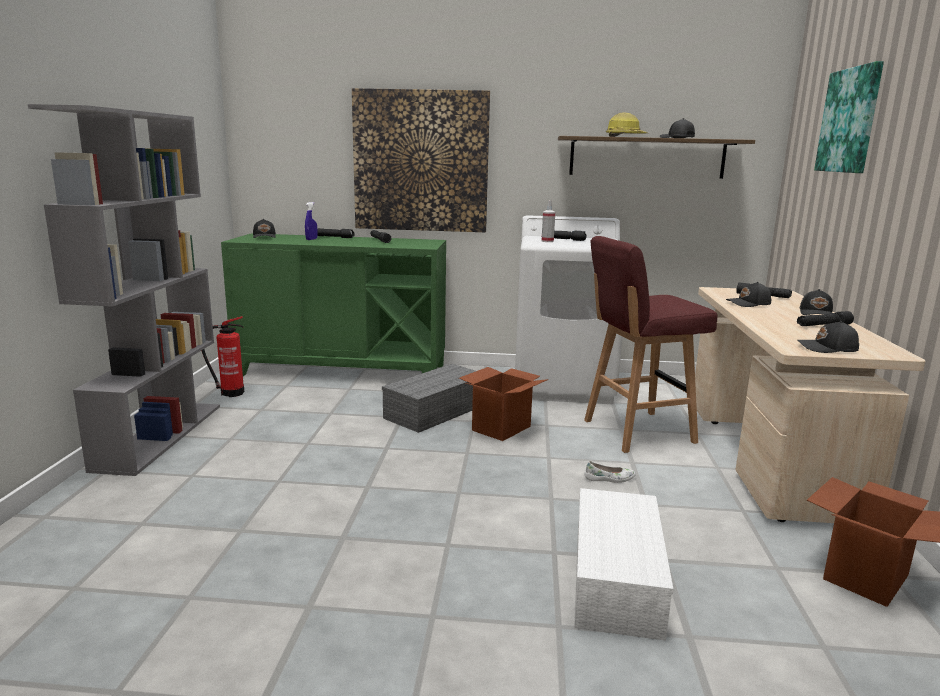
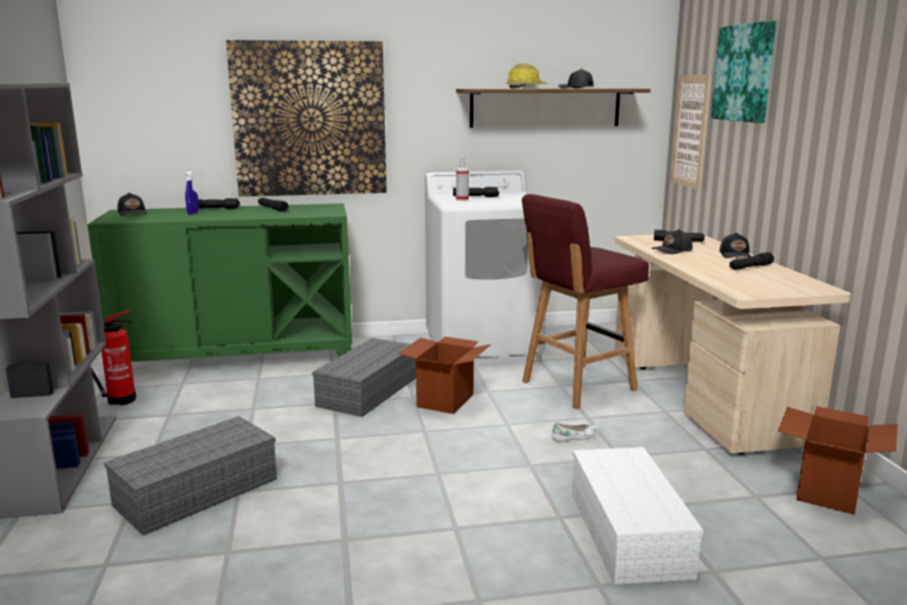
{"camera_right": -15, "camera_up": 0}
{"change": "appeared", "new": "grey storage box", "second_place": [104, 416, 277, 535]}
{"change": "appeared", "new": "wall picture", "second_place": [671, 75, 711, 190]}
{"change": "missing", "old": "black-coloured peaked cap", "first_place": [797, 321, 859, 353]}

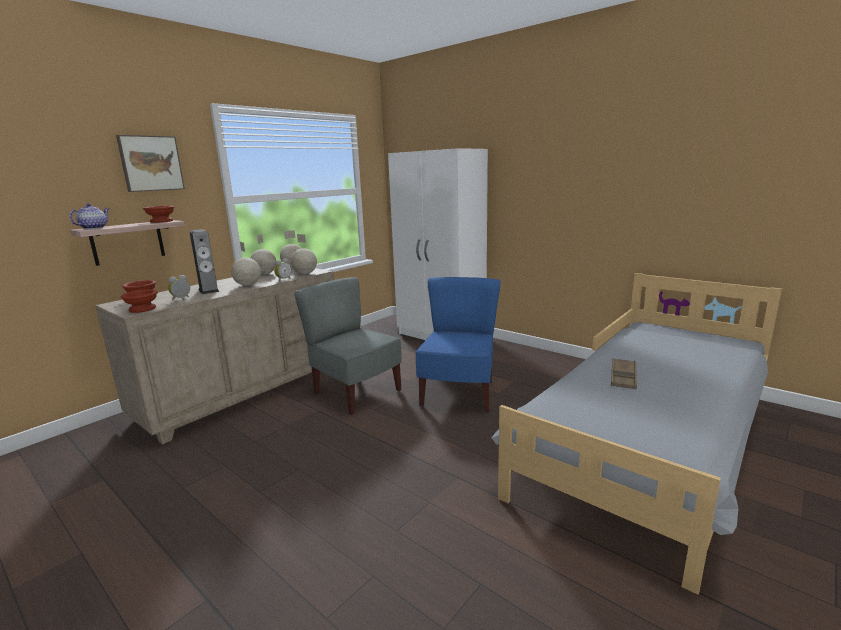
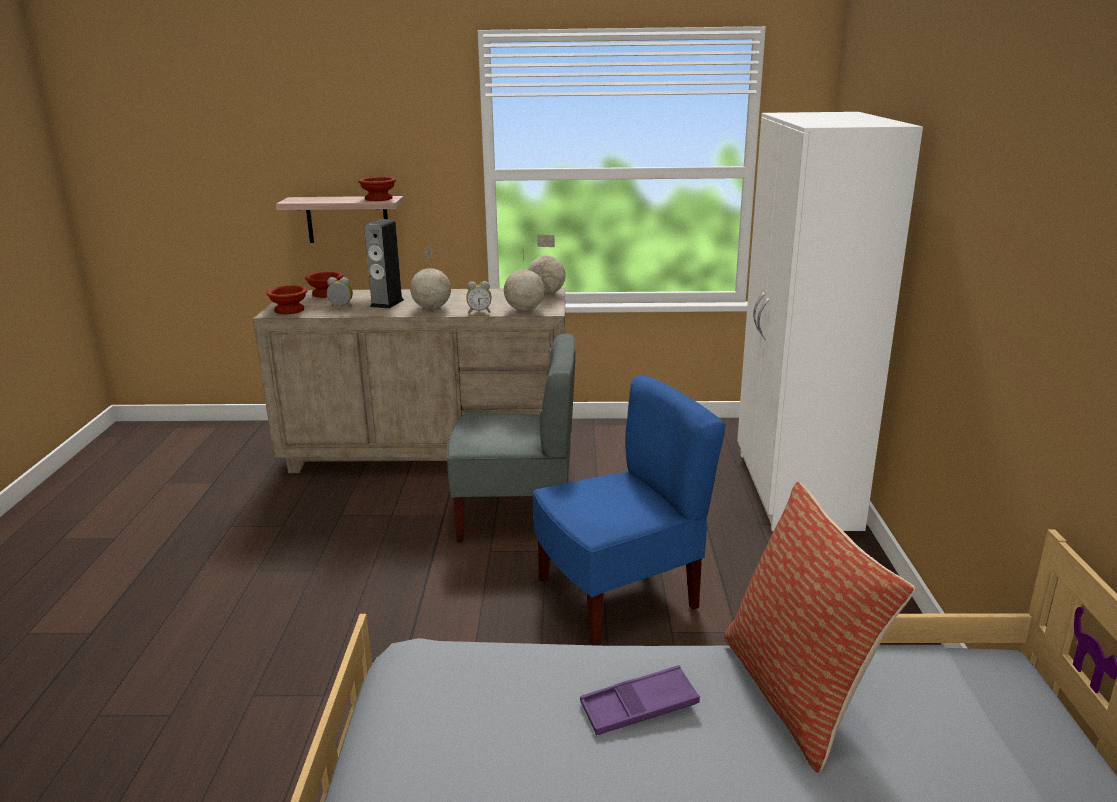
{"camera_right": 50, "camera_up": 5}
{"change": "spun", "old": "grey plain chair", "first_place": [294, 277, 402, 415], "second_place": [447, 333, 575, 543], "degrees": 90}
{"change": "colour", "old": "brown carrying tray", "new": "purple carrying tray", "first_place": [611, 358, 637, 389], "second_place": [580, 665, 700, 735]}
{"change": "appeared", "new": "pillow", "second_place": [724, 482, 915, 773]}
{"change": "missing", "old": "teapot", "first_place": [69, 203, 109, 229]}
{"change": "missing", "old": "wall picture", "first_place": [116, 135, 185, 192]}
{"change": "missing", "old": "globe", "first_place": [251, 234, 276, 275]}

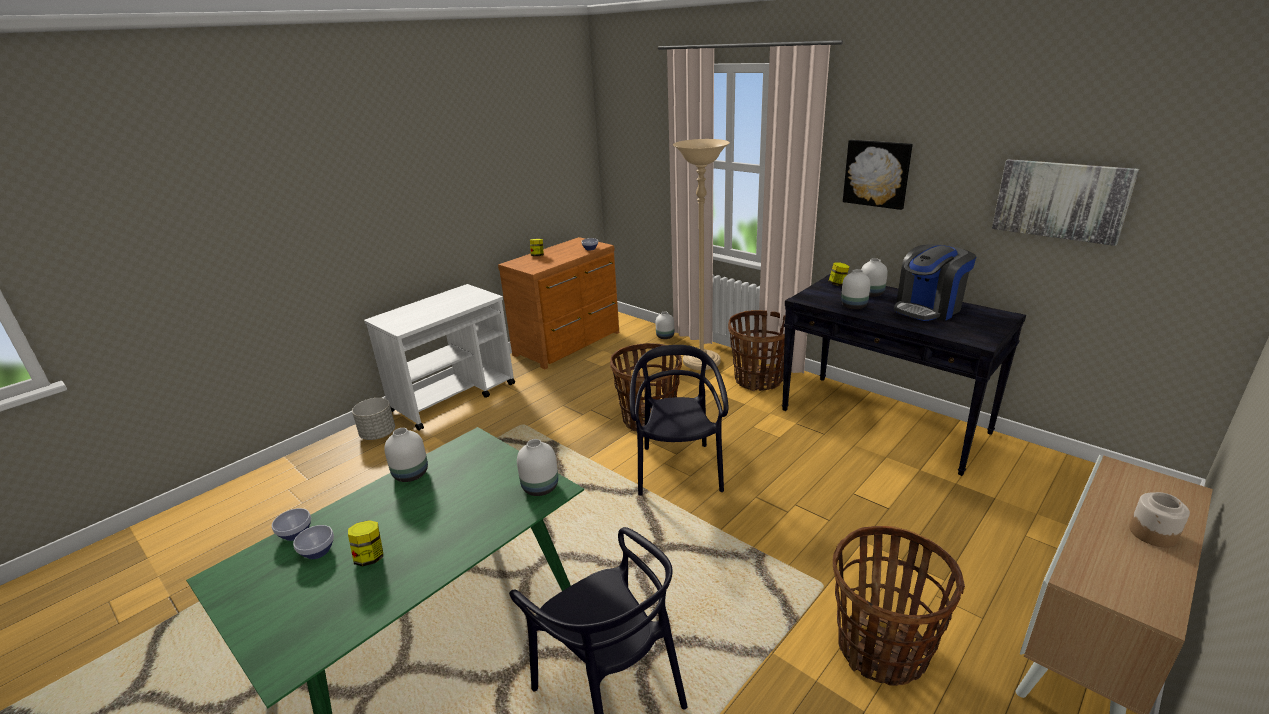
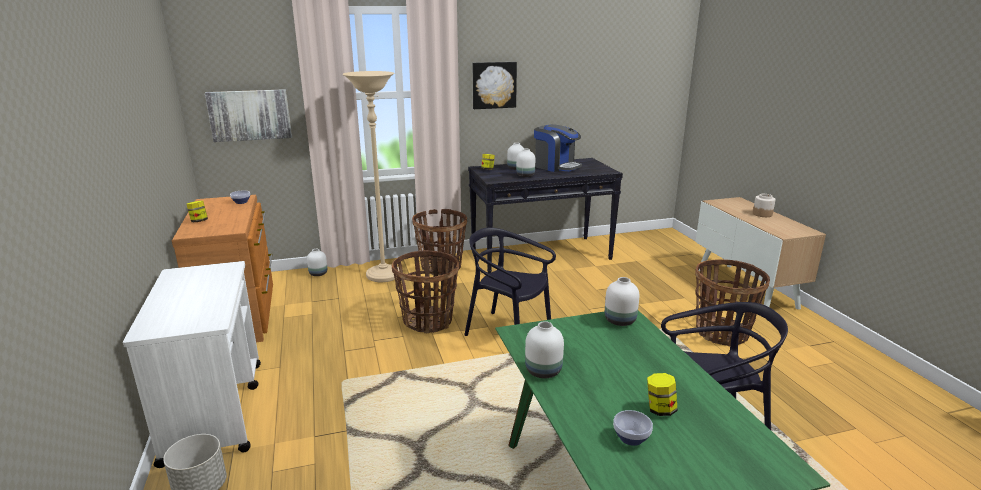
{"camera_right": -60, "camera_up": -5}
{"change": "relocated", "old": "wall picture", "first_place": [992, 159, 1140, 246], "second_place": [205, 89, 292, 142]}
{"change": "spun", "old": "coffee machine", "first_place": [894, 244, 976, 321], "second_place": [534, 124, 582, 172], "degrees": -45}
{"change": "missing", "old": "deep dish", "first_place": [272, 508, 311, 541]}

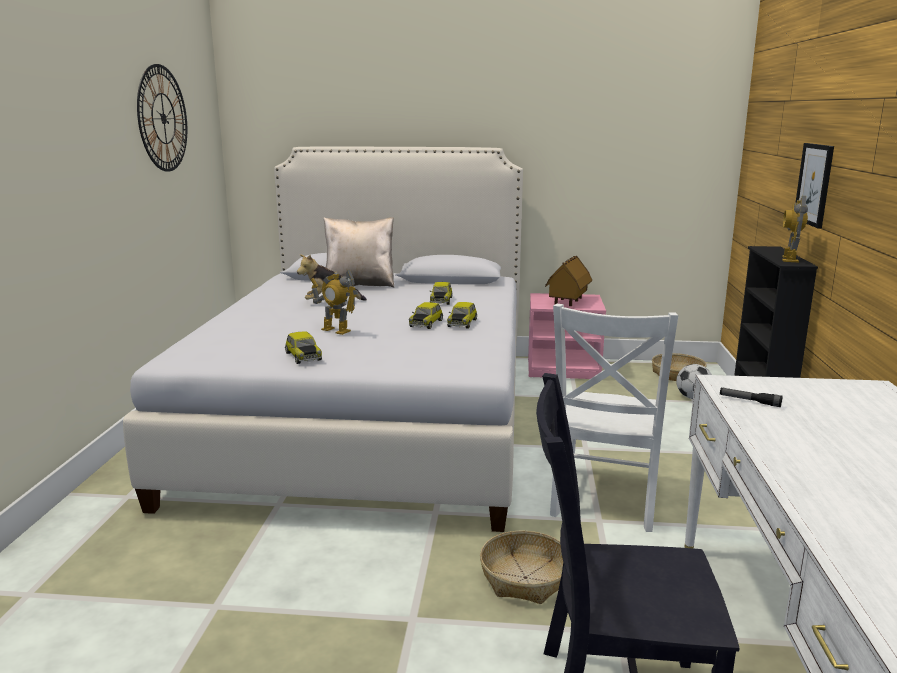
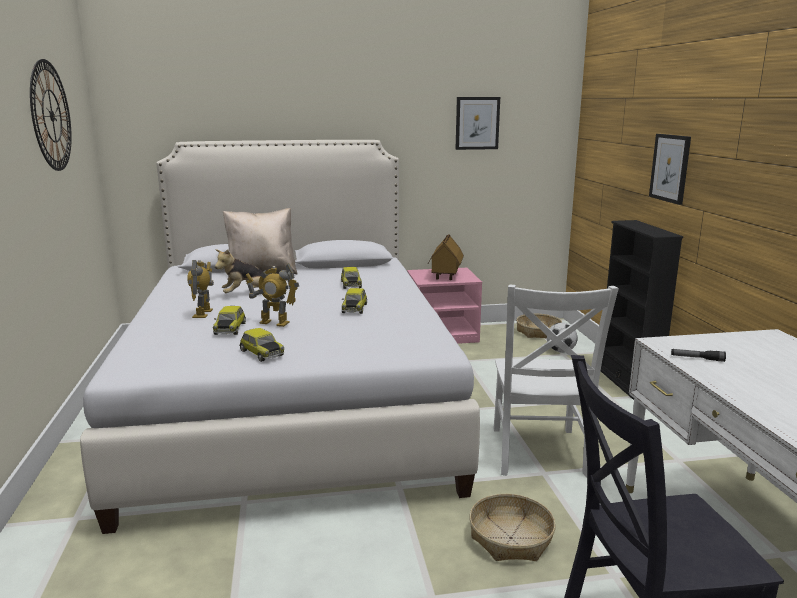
{"camera_right": -15, "camera_up": 0}
{"change": "relocated", "old": "toy robot", "first_place": [782, 196, 808, 263], "second_place": [187, 260, 214, 318]}
{"change": "relocated", "old": "toy car", "first_place": [447, 302, 477, 329], "second_place": [213, 306, 246, 335]}
{"change": "appeared", "new": "wall picture", "second_place": [456, 97, 500, 150]}

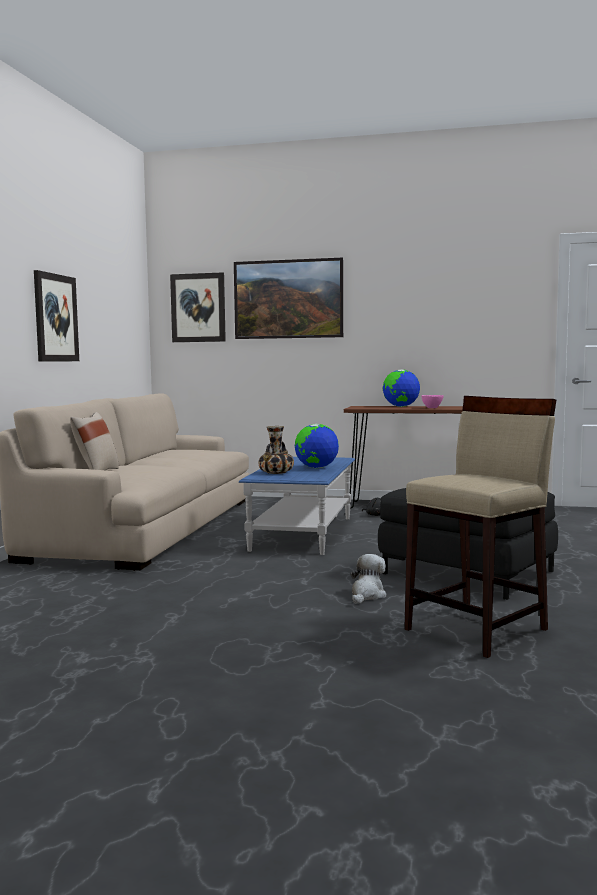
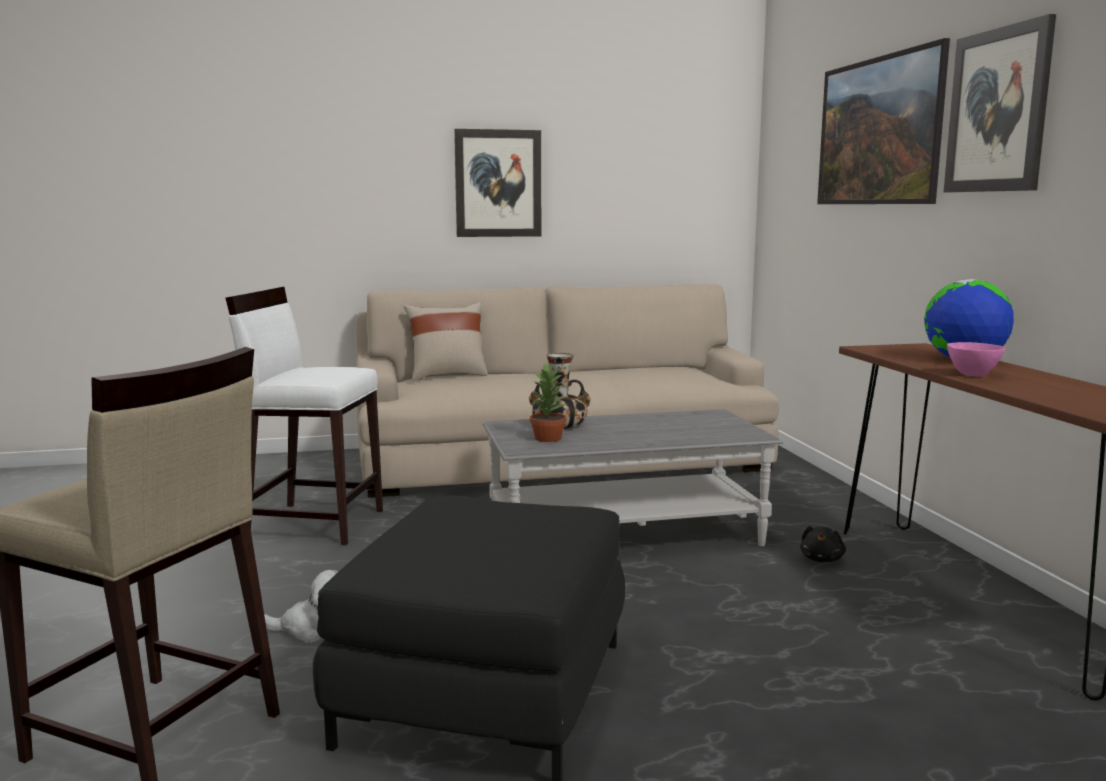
{"camera_right": 65, "camera_up": 5}
{"change": "appeared", "new": "whitish sitting stool", "second_place": [226, 287, 383, 545]}
{"change": "colour", "old": "bluish lounge table", "new": "grey lounge table", "first_place": [239, 457, 355, 555], "second_place": [483, 409, 783, 546]}
{"change": "appeared", "new": "plant in a pot", "second_place": [530, 363, 566, 442]}
{"change": "relocated", "old": "wall picture", "first_place": [170, 272, 226, 342], "second_place": [944, 14, 1056, 192]}
{"change": "missing", "old": "globe", "first_place": [295, 424, 339, 468]}

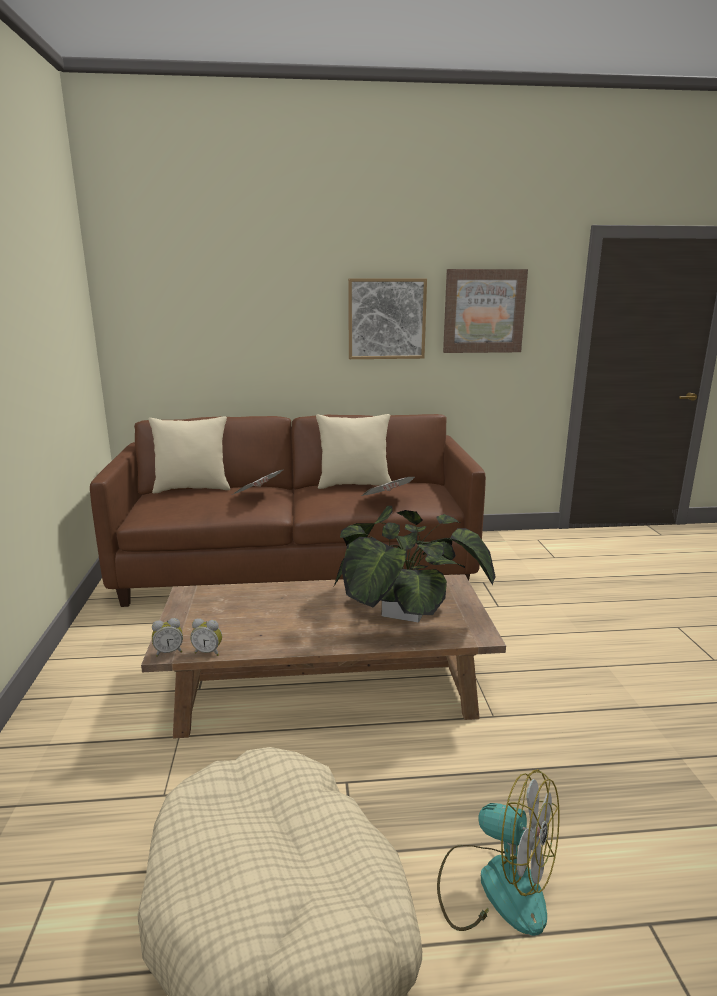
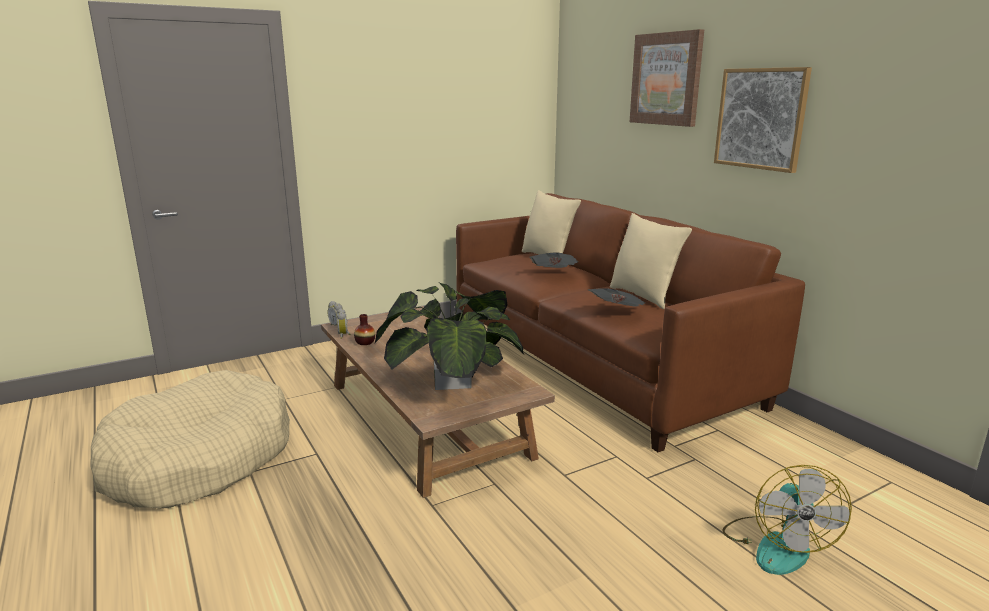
{"camera_right": 65, "camera_up": 0}
{"change": "appeared", "new": "vase", "second_place": [354, 314, 375, 345]}
{"change": "relocated", "old": "wall picture", "first_place": [443, 269, 528, 353], "second_place": [630, 29, 704, 127]}
{"change": "relocated", "old": "fan", "first_place": [437, 769, 560, 936], "second_place": [722, 465, 852, 575]}

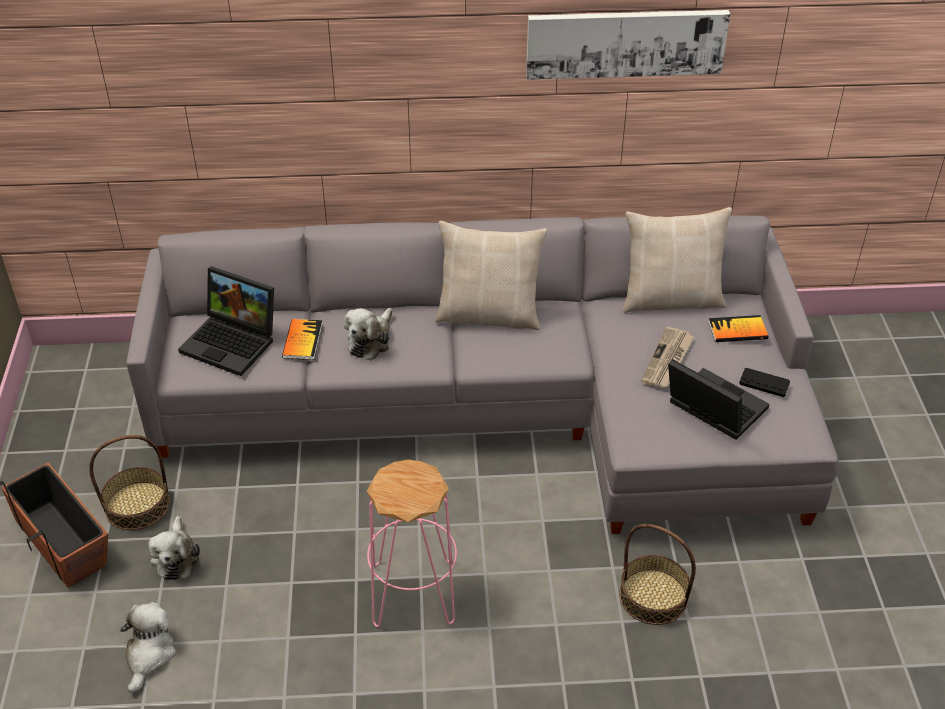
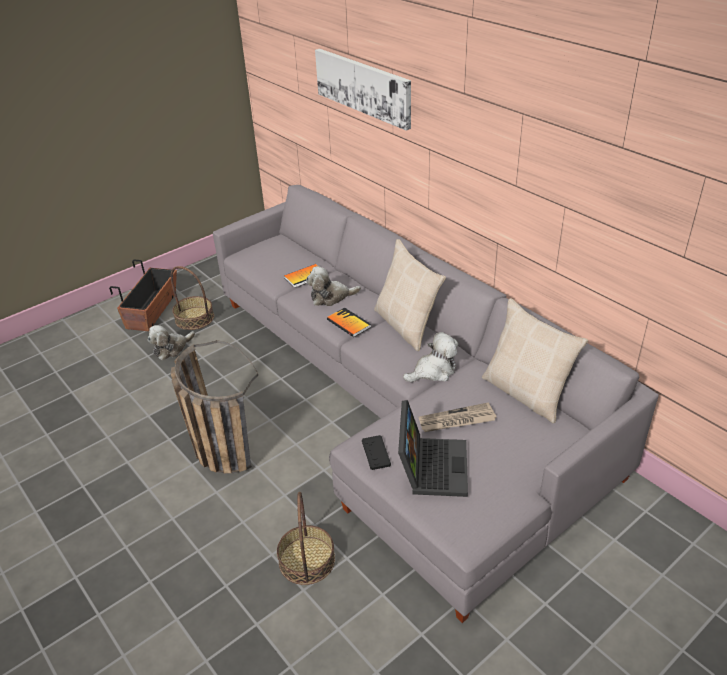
{"camera_right": 55, "camera_up": -5}
{"change": "exchanged", "old": "pinkish sitting stool", "new": "household basket", "first_place": [367, 459, 457, 628], "second_place": [170, 340, 258, 474]}
{"change": "relocated", "old": "wall picture", "first_place": [526, 10, 730, 80], "second_place": [315, 49, 411, 131]}
{"change": "relocated", "old": "book", "first_place": [708, 315, 768, 342], "second_place": [327, 307, 371, 337]}
{"change": "relocated", "old": "black-coloured joypad", "first_place": [739, 368, 790, 397], "second_place": [362, 435, 391, 470]}
{"change": "relocated", "old": "soft toy", "first_place": [120, 602, 176, 693], "second_place": [403, 332, 458, 382]}
{"change": "missing", "old": "laptop", "first_place": [178, 266, 274, 376]}

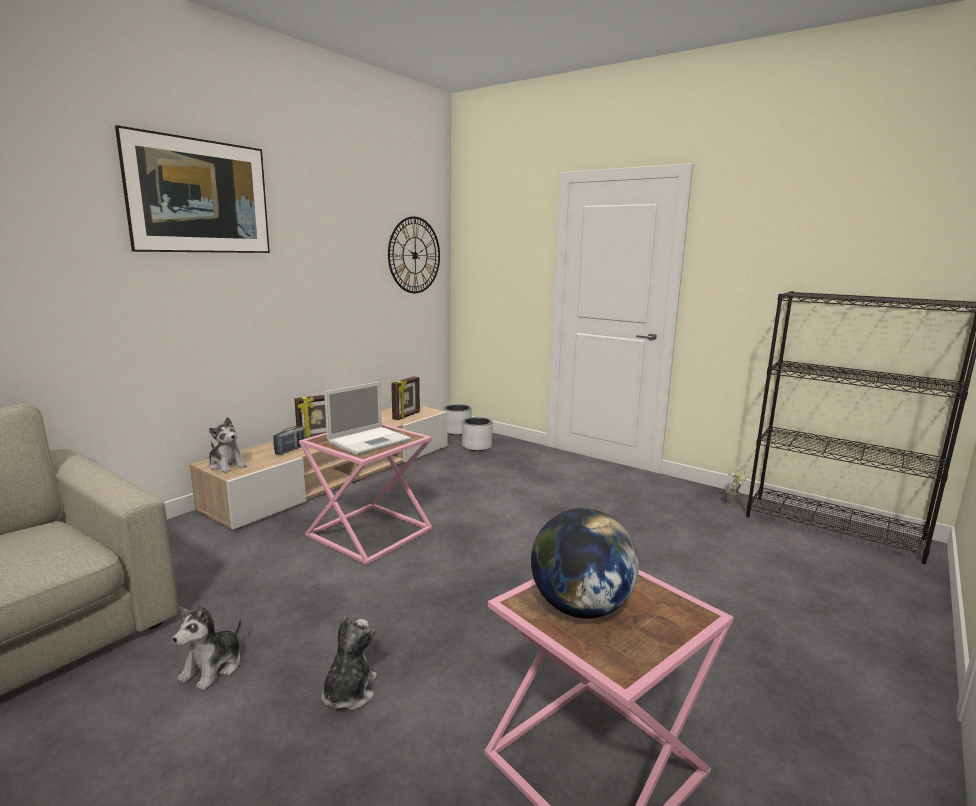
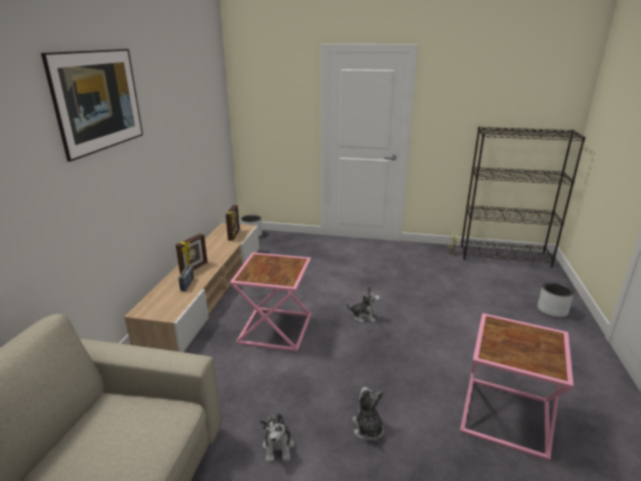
{"camera_right": -25, "camera_up": 10}
{"change": "relocated", "old": "soft toy", "first_place": [209, 417, 247, 473], "second_place": [346, 286, 380, 323]}
{"change": "relocated", "old": "grey planter", "first_place": [462, 417, 493, 451], "second_place": [537, 282, 574, 317]}
{"change": "missing", "old": "laptop", "first_place": [324, 382, 411, 455]}
{"change": "missing", "old": "wall clock", "first_place": [388, 216, 440, 293]}
{"change": "missing", "old": "globe", "first_place": [531, 508, 639, 618]}

